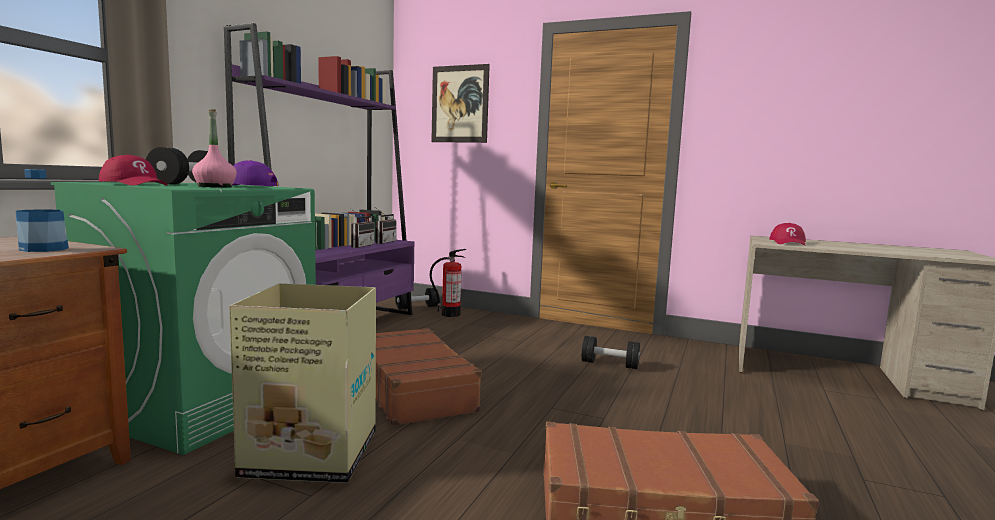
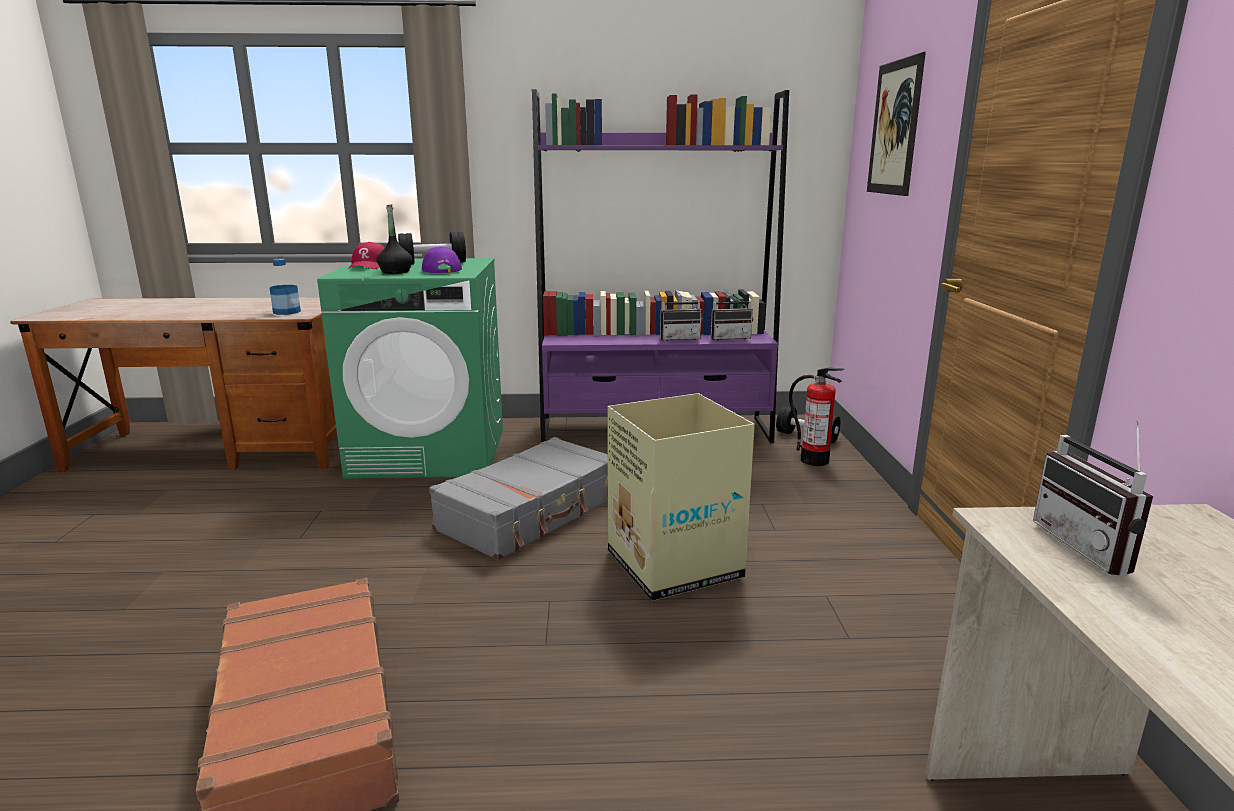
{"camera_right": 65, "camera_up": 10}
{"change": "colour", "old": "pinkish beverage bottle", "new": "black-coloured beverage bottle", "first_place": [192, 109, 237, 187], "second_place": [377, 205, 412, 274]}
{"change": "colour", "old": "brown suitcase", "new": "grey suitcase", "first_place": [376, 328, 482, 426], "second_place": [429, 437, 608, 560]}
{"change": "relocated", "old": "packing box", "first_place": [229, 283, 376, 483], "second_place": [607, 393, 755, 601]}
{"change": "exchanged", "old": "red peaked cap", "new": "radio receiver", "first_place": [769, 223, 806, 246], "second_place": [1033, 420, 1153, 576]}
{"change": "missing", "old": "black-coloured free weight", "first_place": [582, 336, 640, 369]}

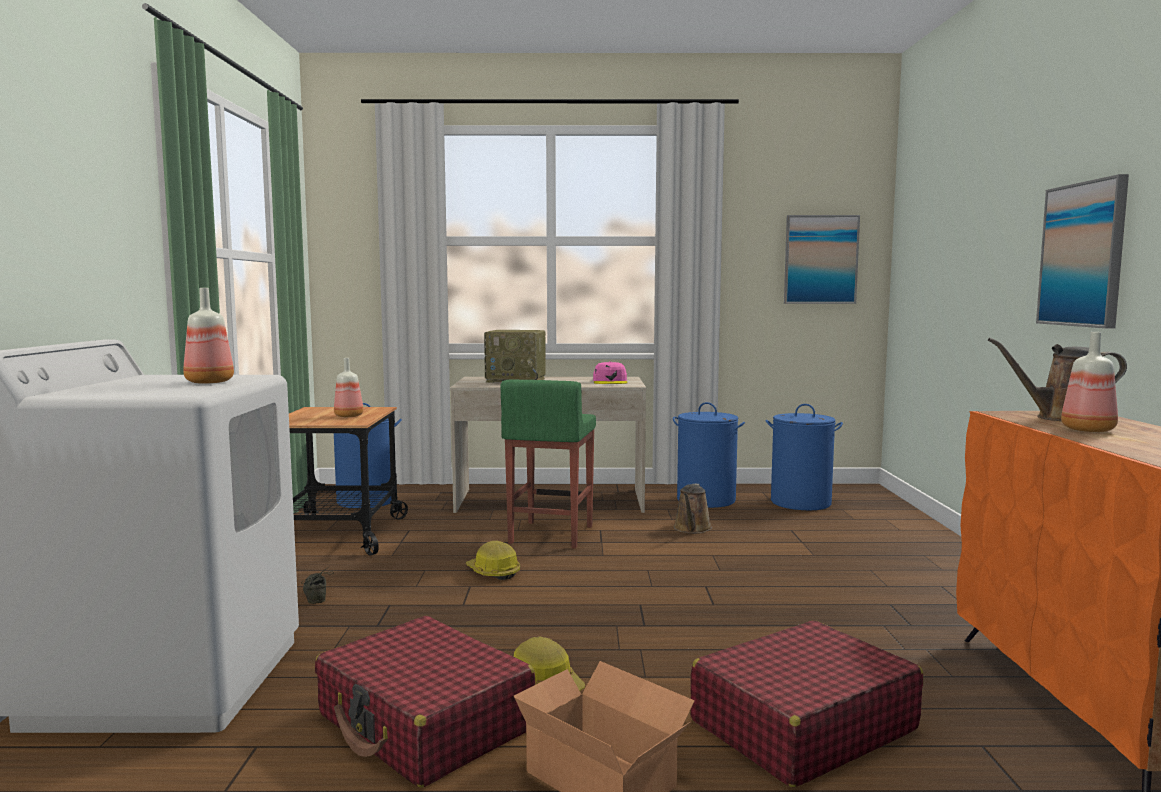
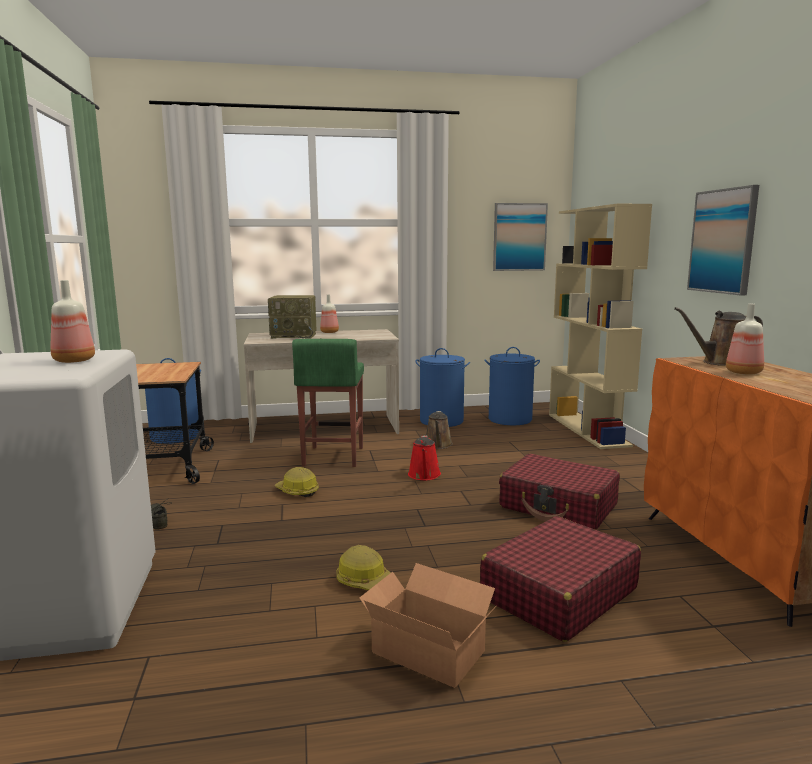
{"camera_right": -10, "camera_up": 5}
{"change": "relocated", "old": "beverage bottle", "first_place": [334, 358, 364, 417], "second_place": [320, 294, 339, 333]}
{"change": "appeared", "new": "red sprinkling can", "second_place": [408, 435, 441, 480]}
{"change": "relocated", "old": "red suitcase", "first_place": [315, 616, 536, 788], "second_place": [499, 454, 620, 530]}
{"change": "appeared", "new": "beige-coloured shelving unit", "second_place": [549, 204, 652, 449]}
{"change": "missing", "old": "pinkish peaked cap", "first_place": [593, 361, 628, 384]}

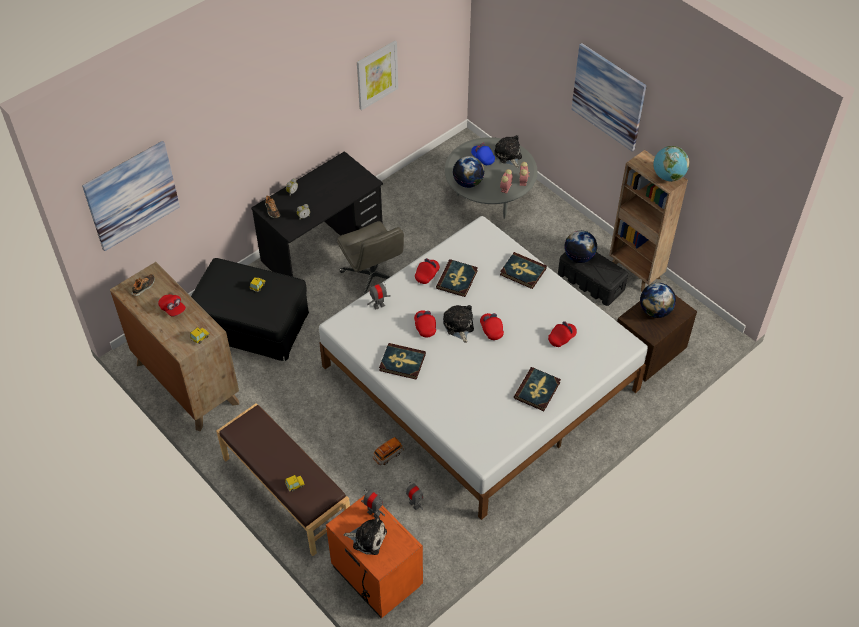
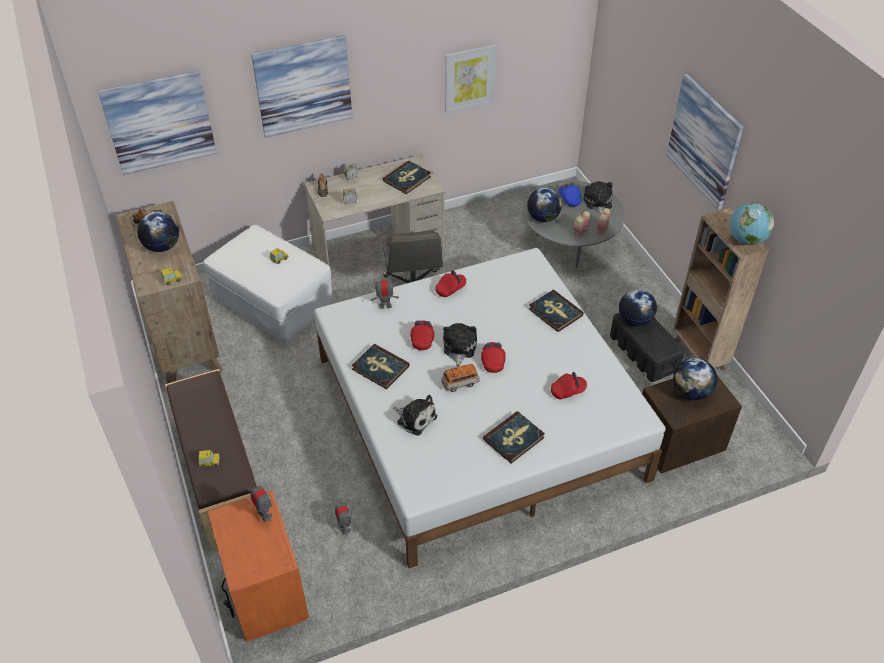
{"camera_right": 20, "camera_up": -5}
{"change": "exchanged", "old": "red peaked cap", "new": "globe", "first_place": [158, 294, 186, 316], "second_place": [137, 212, 179, 252]}
{"change": "colour", "old": "black-coloured ottoman", "new": "whitish ottoman", "first_place": [191, 258, 309, 361], "second_place": [204, 225, 334, 344]}
{"change": "appeared", "new": "wall picture", "second_place": [251, 35, 352, 138]}
{"change": "colour", "old": "black-coloured desk unit", "new": "beige-coloured desk unit", "first_place": [251, 151, 383, 277], "second_place": [304, 155, 446, 265]}
{"change": "relocated", "old": "book", "first_place": [436, 259, 478, 297], "second_place": [383, 161, 431, 194]}
{"change": "relocated", "old": "soft toy", "first_place": [343, 515, 387, 555], "second_place": [393, 395, 437, 436]}
{"change": "relocated", "old": "toy car", "first_place": [373, 437, 404, 465], "second_place": [441, 364, 480, 392]}

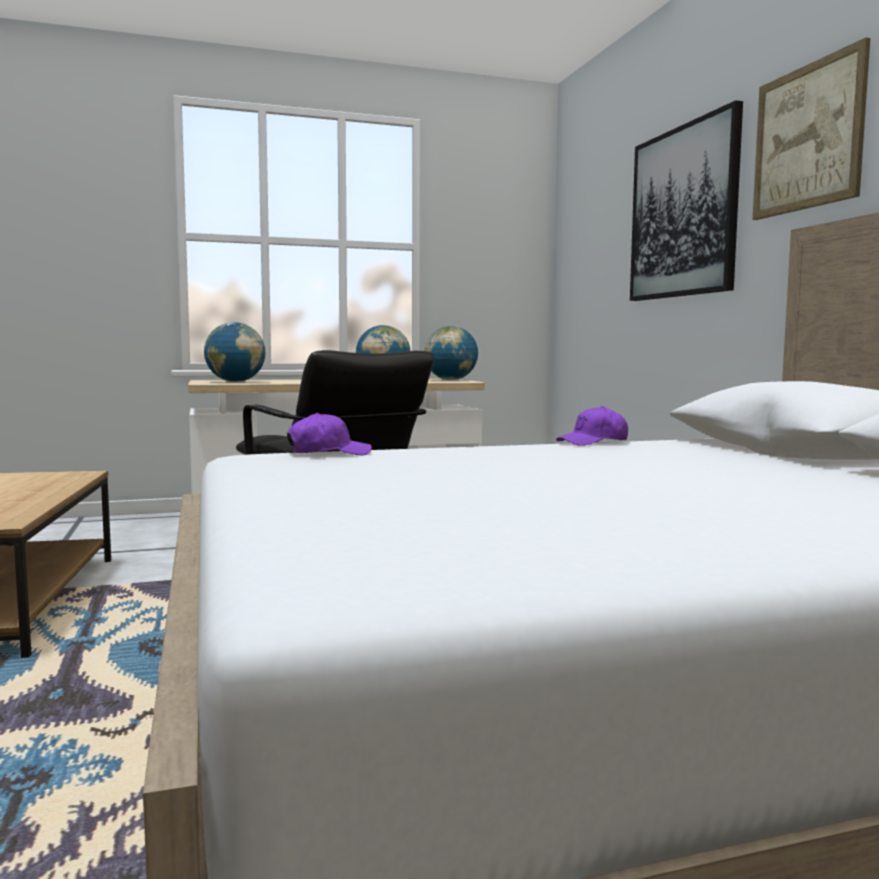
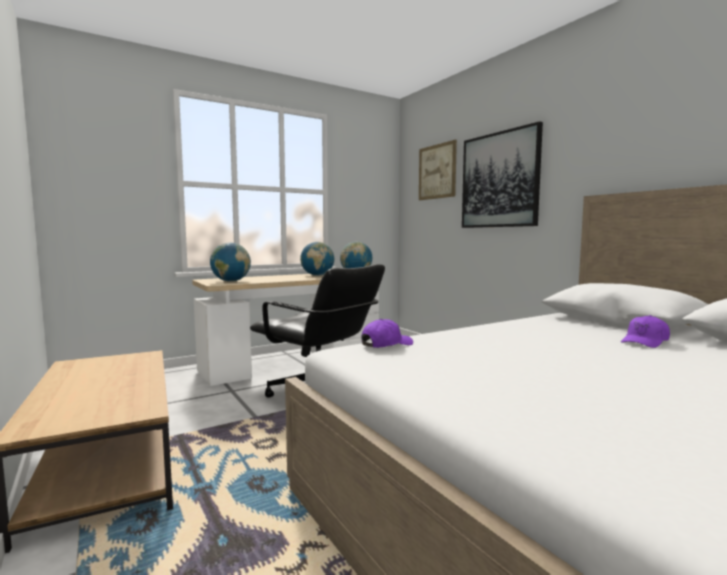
{"camera_right": -15, "camera_up": 0}
{"change": "relocated", "old": "wall picture", "first_place": [752, 37, 870, 220], "second_place": [419, 140, 457, 200]}
{"change": "relocated", "old": "purple peaked cap", "first_place": [556, 406, 628, 446], "second_place": [621, 315, 670, 348]}

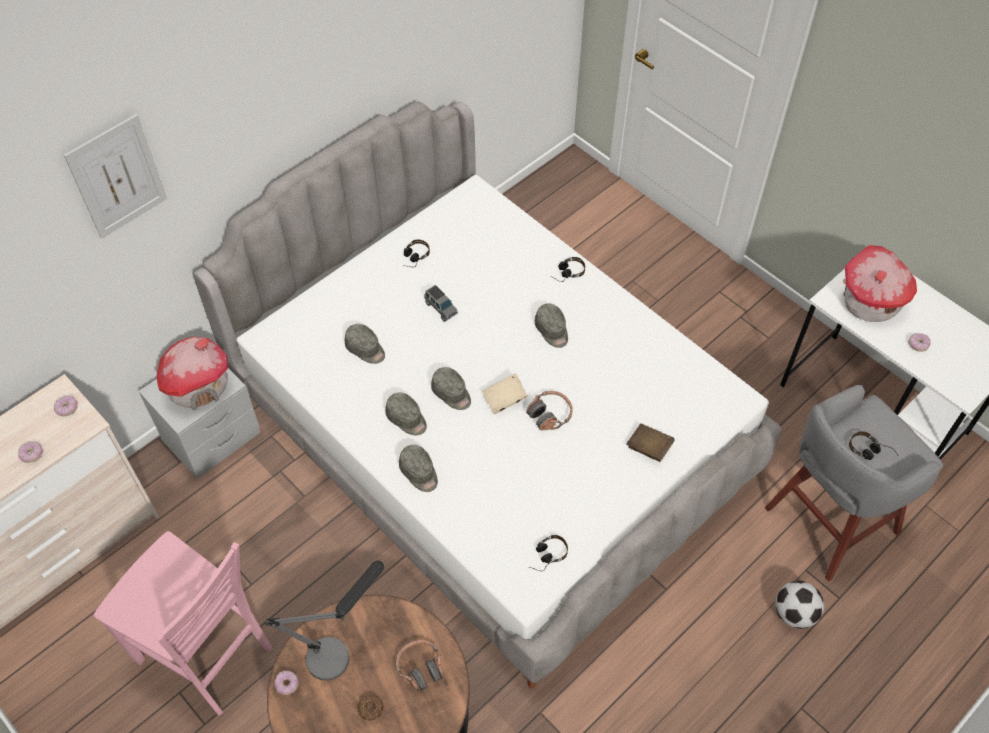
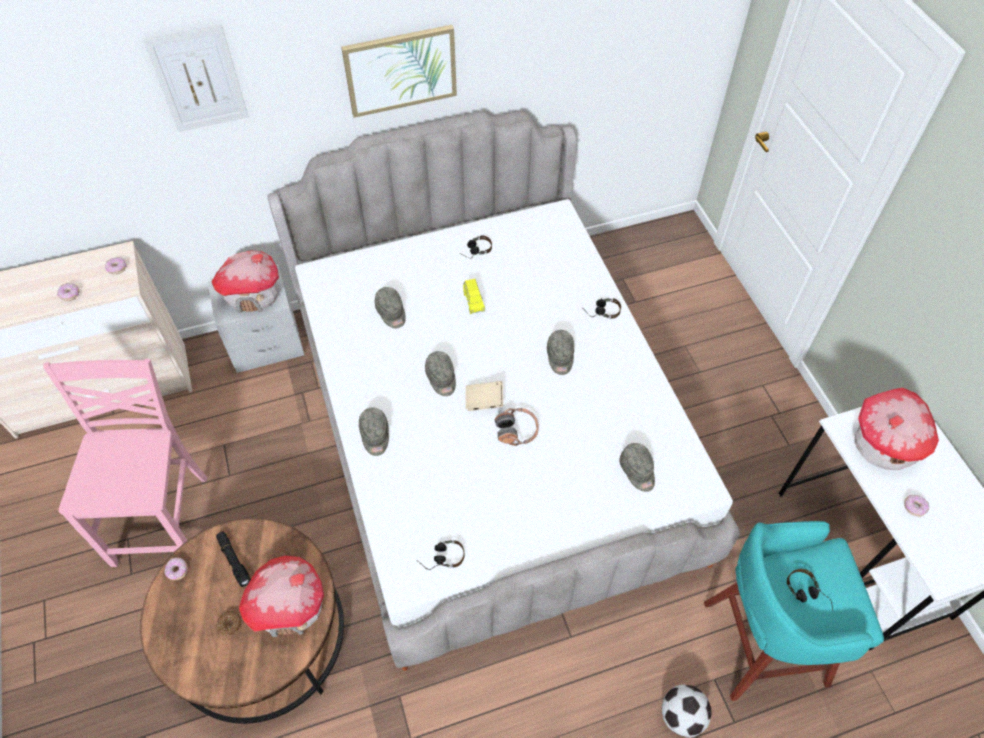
{"camera_right": 25, "camera_up": 0}
{"change": "spun", "old": "pinkish plain chair", "first_place": [94, 531, 272, 715], "second_place": [43, 359, 208, 567], "degrees": -150}
{"change": "exchanged", "old": "tabletop lamp", "new": "black-coloured hand torch", "first_place": [265, 561, 384, 681], "second_place": [216, 532, 251, 587]}
{"change": "exchanged", "old": "headset", "new": "toy house", "first_place": [396, 640, 444, 692], "second_place": [239, 556, 324, 637]}
{"change": "appeared", "new": "wall picture", "second_place": [341, 25, 457, 118]}
{"change": "colour", "old": "grey toy car", "new": "yellow toy car", "first_place": [424, 285, 458, 322], "second_place": [463, 279, 485, 314]}
{"change": "relocated", "old": "grey peaked cap", "first_place": [385, 392, 427, 435], "second_place": [619, 443, 655, 492]}
{"change": "colour", "old": "grey sitting stool", "new": "turquoise sitting stool", "first_place": [765, 385, 943, 581], "second_place": [704, 521, 884, 701]}
{"change": "missing", "old": "brown book", "first_place": [626, 424, 675, 462]}

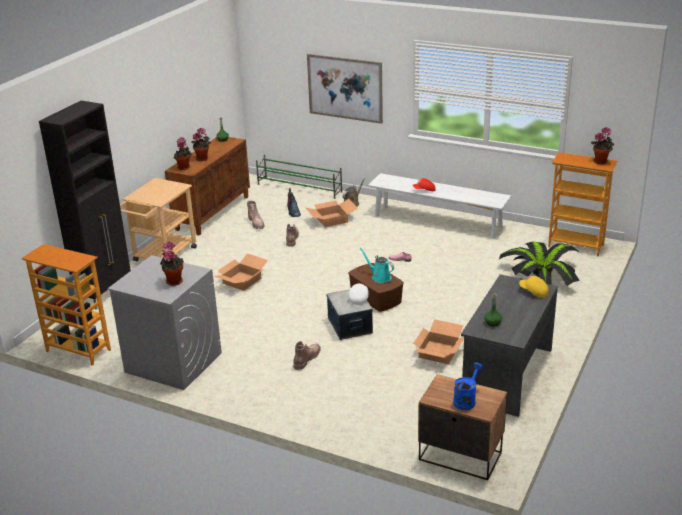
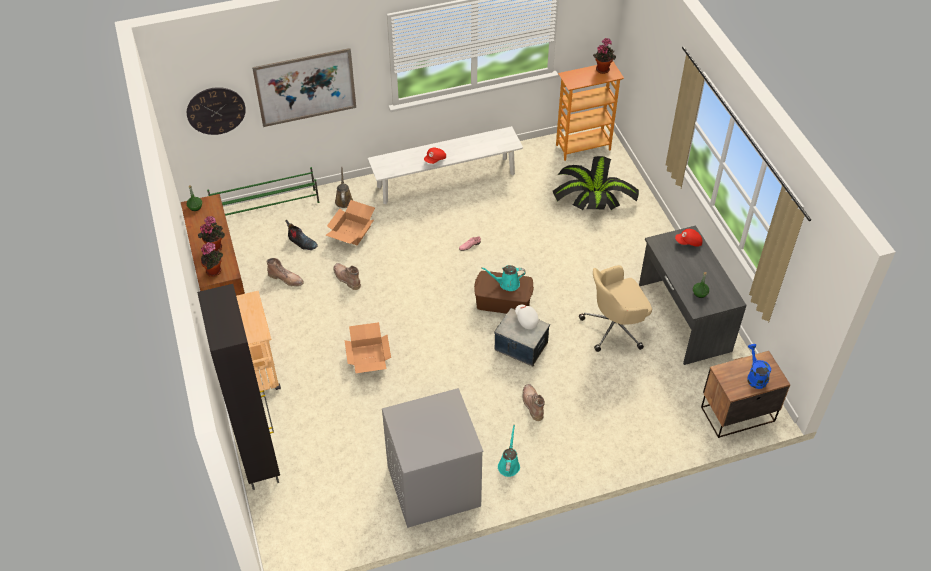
{"camera_right": -45, "camera_up": 20}
{"change": "appeared", "new": "wall clock", "second_place": [187, 87, 246, 135]}
{"change": "appeared", "new": "turquoise sprinkling can", "second_place": [498, 425, 520, 477]}
{"change": "exchanged", "old": "packing box", "new": "beige-coloured desk chair", "first_place": [413, 319, 464, 364], "second_place": [579, 265, 652, 352]}
{"change": "colour", "old": "yellow peaked cap", "new": "red peaked cap", "first_place": [519, 276, 549, 298], "second_place": [675, 229, 702, 247]}
{"change": "missing", "old": "shelving unit", "first_place": [21, 244, 111, 366]}
{"change": "missing", "old": "plant in a pot", "first_place": [160, 242, 184, 286]}

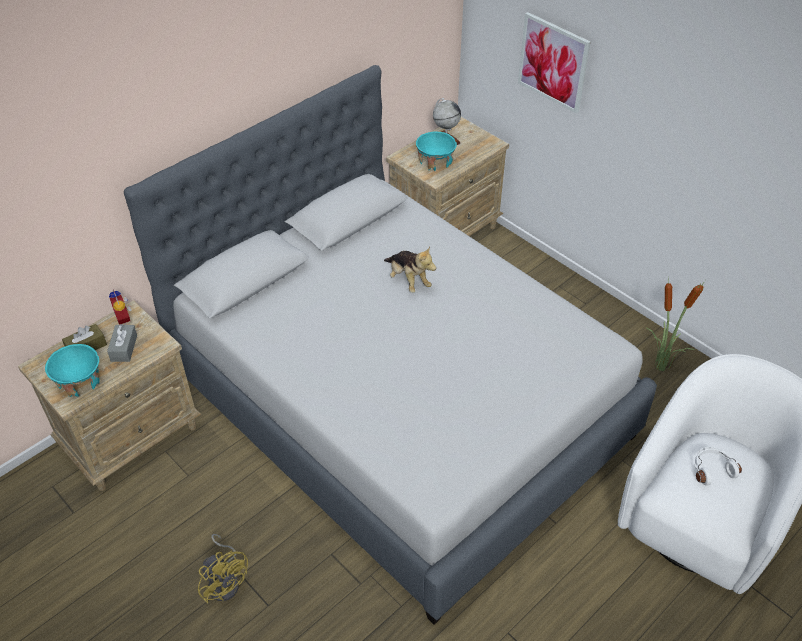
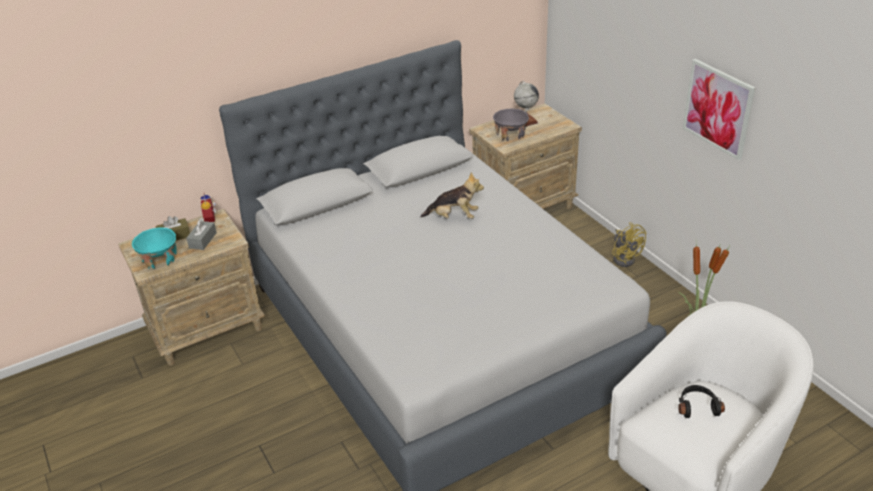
{"camera_right": 15, "camera_up": -10}
{"change": "spun", "old": "soft toy", "first_place": [384, 247, 436, 293], "second_place": [420, 172, 484, 219], "degrees": -60}
{"change": "colour", "old": "turquoise deep dish", "new": "grey deep dish", "first_place": [416, 132, 457, 171], "second_place": [493, 109, 529, 141]}
{"change": "relocated", "old": "yellow fan", "first_place": [198, 534, 248, 604], "second_place": [612, 222, 647, 267]}
{"change": "colour", "old": "whitish headset", "new": "black-coloured headset", "first_place": [694, 447, 742, 485], "second_place": [678, 385, 725, 418]}
{"change": "relocated", "old": "wall picture", "first_place": [518, 12, 591, 113], "second_place": [683, 59, 755, 160]}

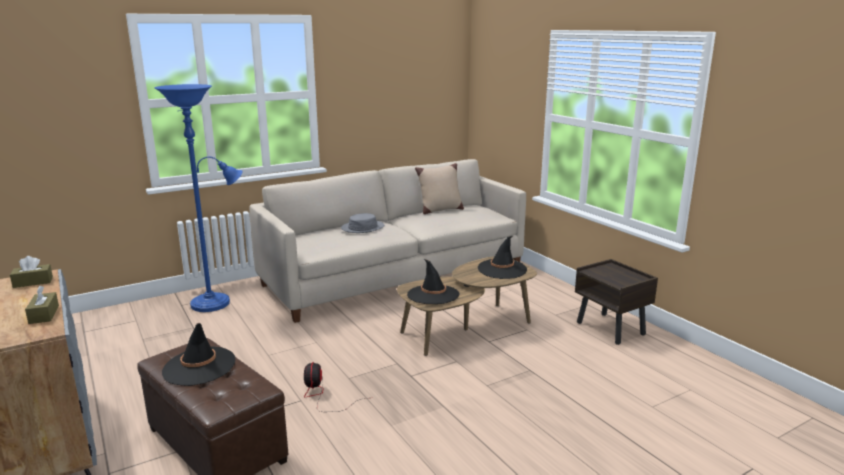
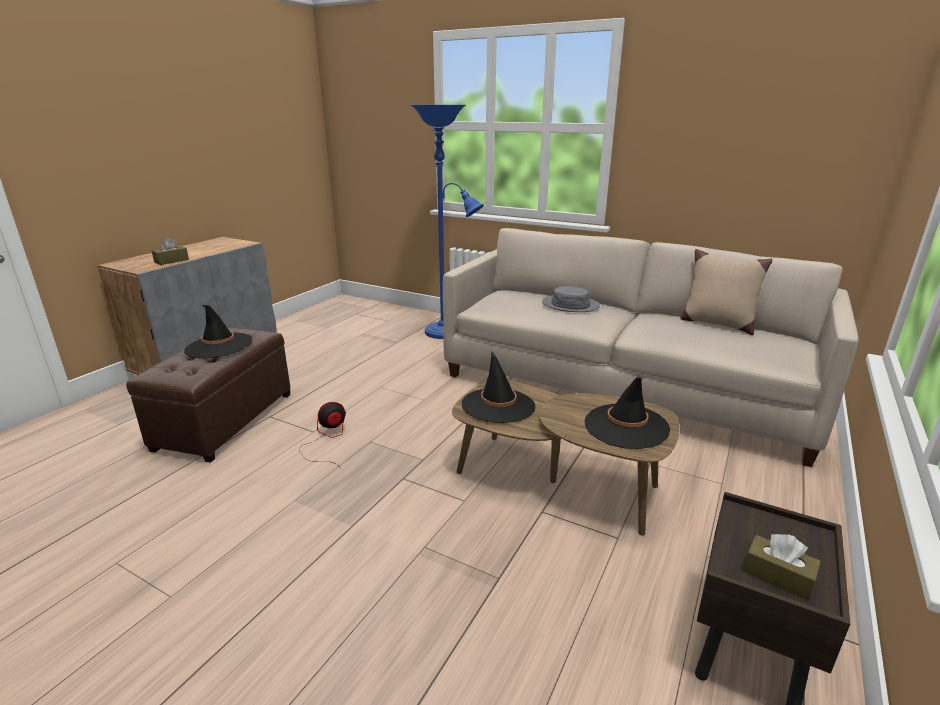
{"camera_right": 60, "camera_up": 5}
{"change": "relocated", "old": "brown box of tissues", "first_place": [10, 256, 53, 288], "second_place": [743, 534, 821, 600]}

